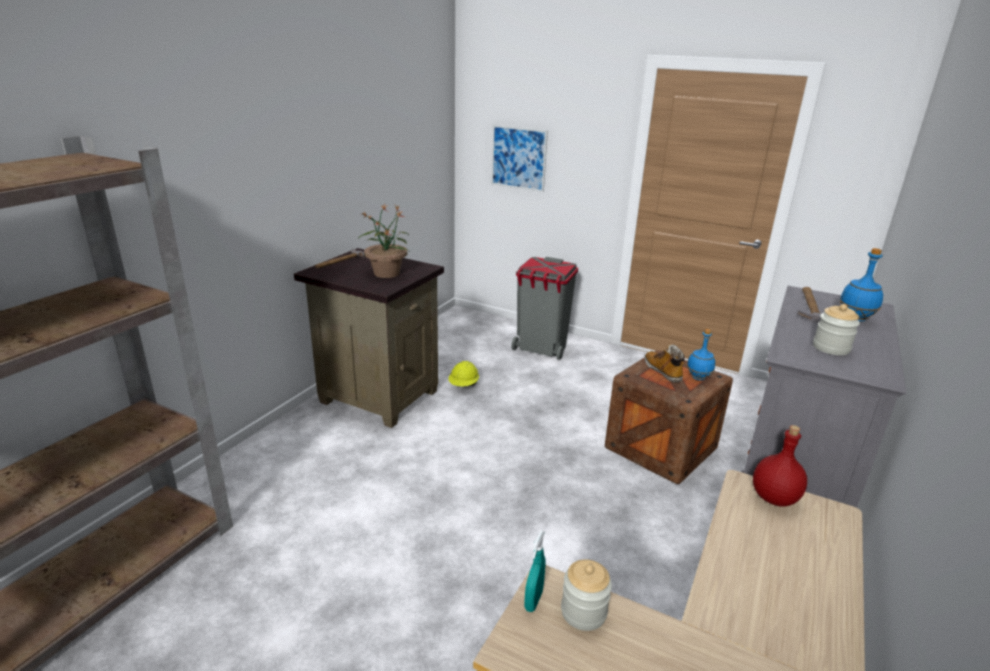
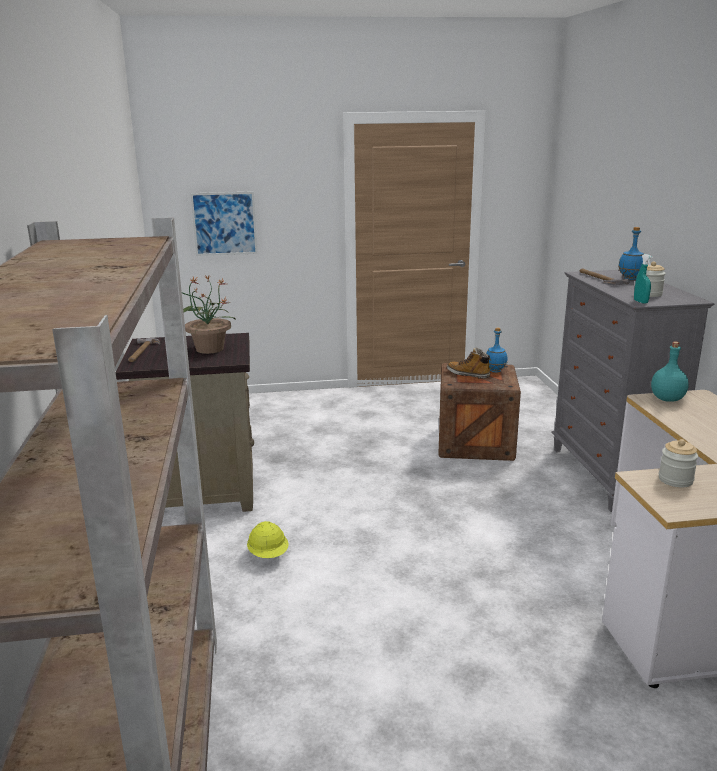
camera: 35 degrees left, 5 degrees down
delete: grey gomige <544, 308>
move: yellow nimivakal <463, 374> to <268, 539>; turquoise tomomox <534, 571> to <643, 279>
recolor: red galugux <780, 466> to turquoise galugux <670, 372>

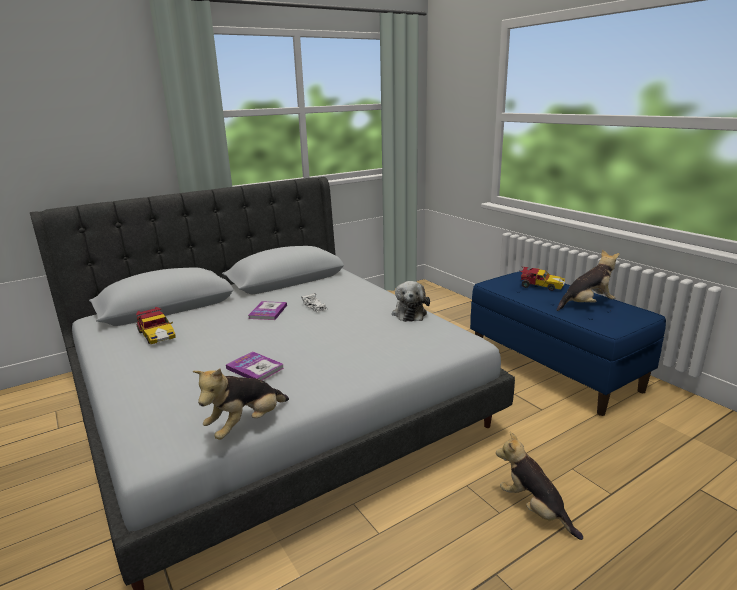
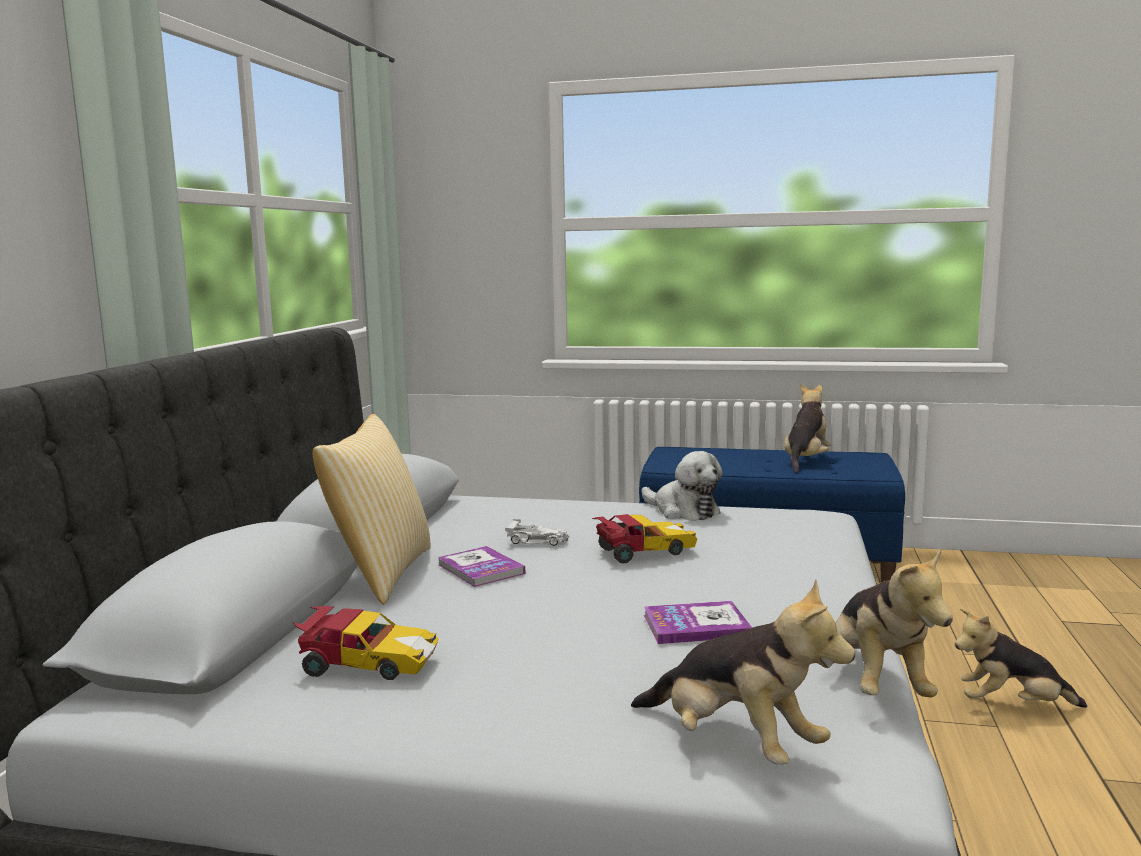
camera: 45 degrees left, 10 degrees down
insert: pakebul <372, 509>; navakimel <743, 672>
move: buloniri <542, 279> to <645, 539>

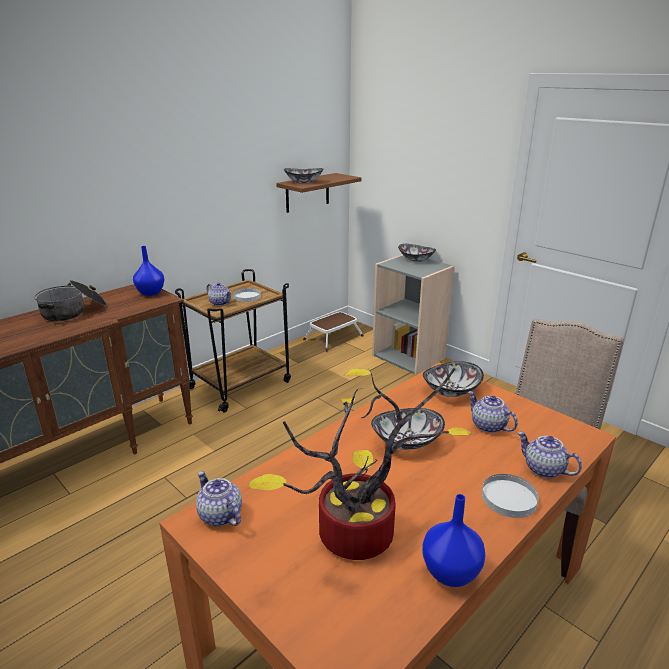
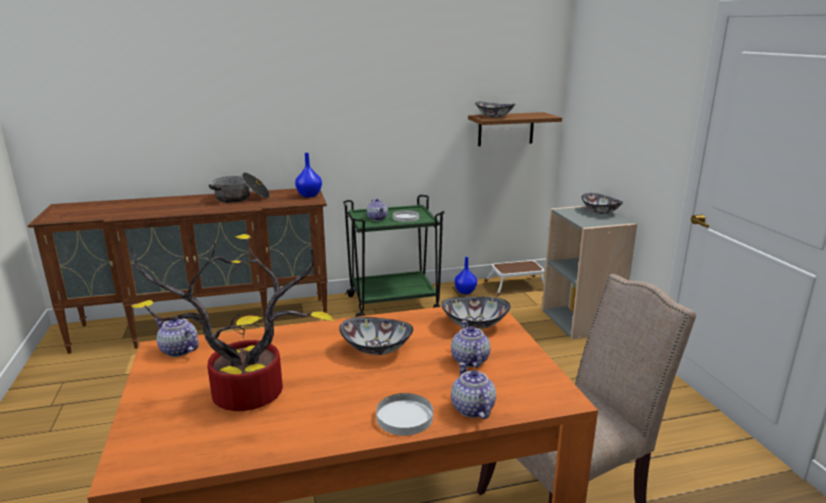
camera: 30 degrees right, 5 degrees down
move: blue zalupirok <454, 540> to <465, 275>
recolor: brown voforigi <233, 340> to green voforigi <393, 256>
rotate: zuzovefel <219, 498> = <177, 337> 45 degrees counterclockwise

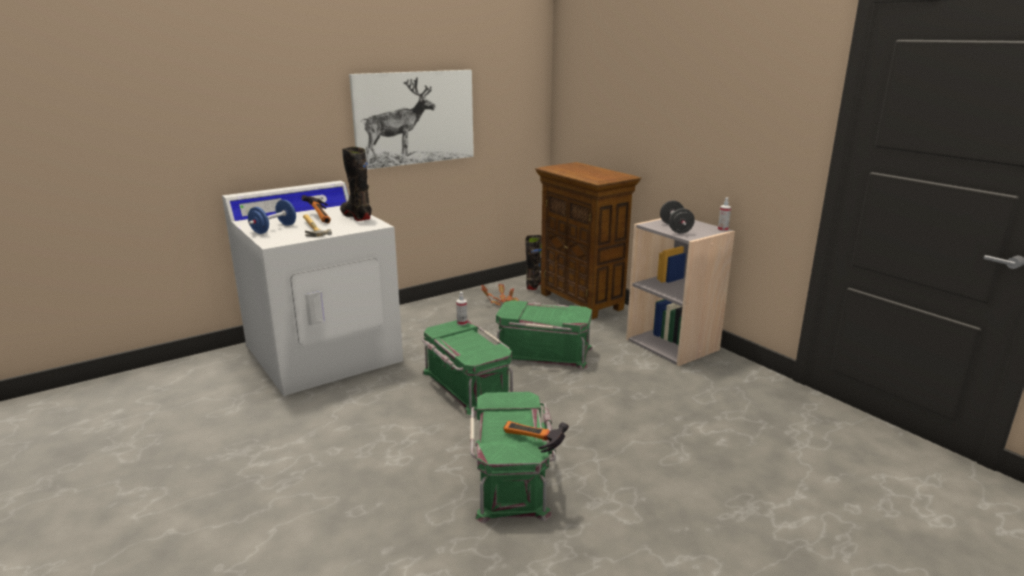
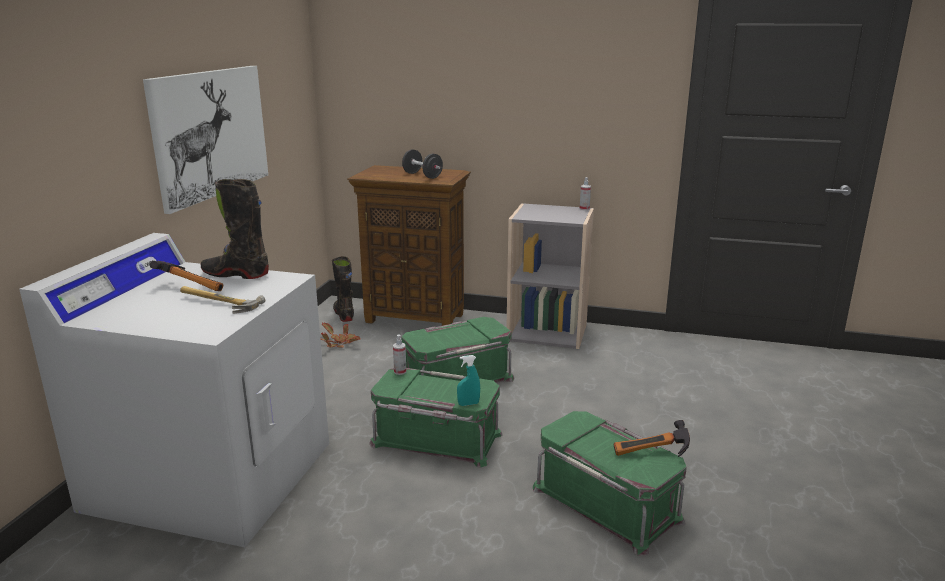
camera: 40 degrees left, 0 degrees up
delete: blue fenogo <272, 217>
insert: turquoise tomomox <468, 380>
move: black fenogo <677, 217> to <422, 164>

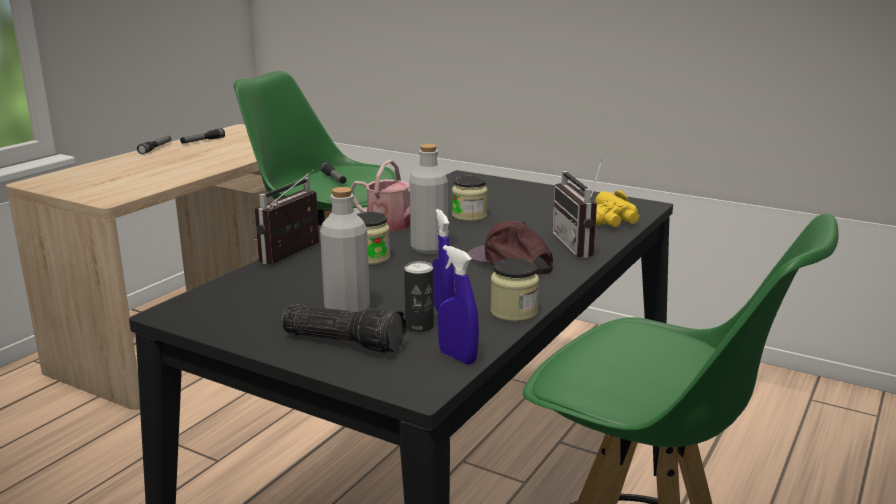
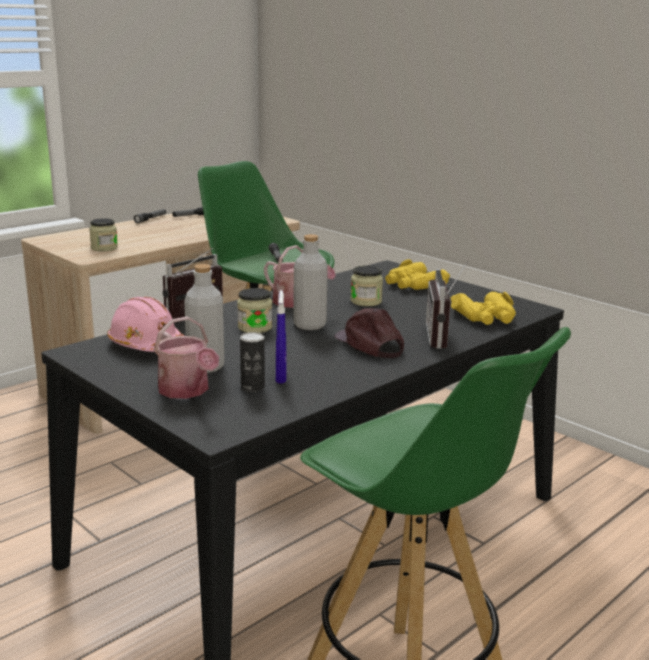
camera: 15 degrees right, 0 degrees up
delete: blue tomomox <458, 305>
insert: pink nimivakal <146, 324>; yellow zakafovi <417, 274>
move: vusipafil <514, 290> to <103, 234>
replace: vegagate <344, 328> to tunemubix <186, 357>

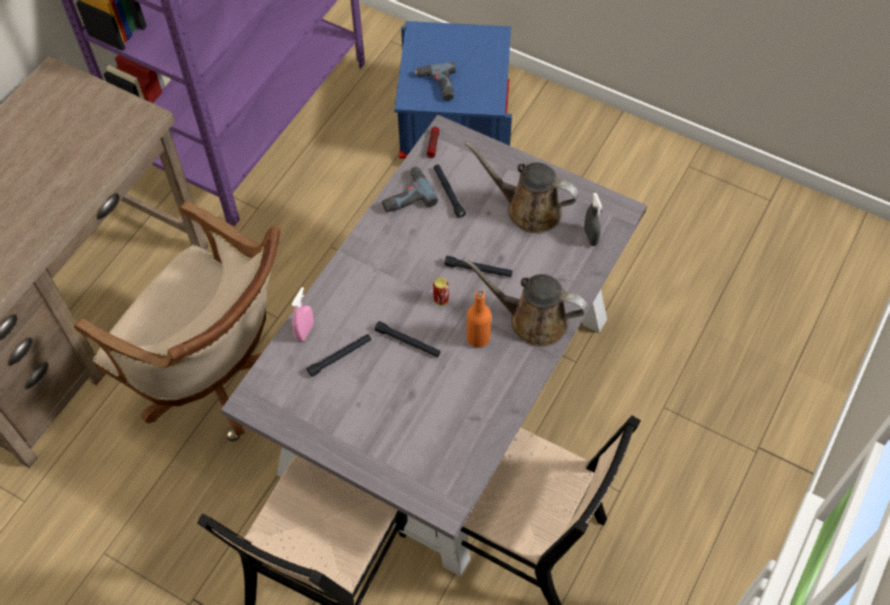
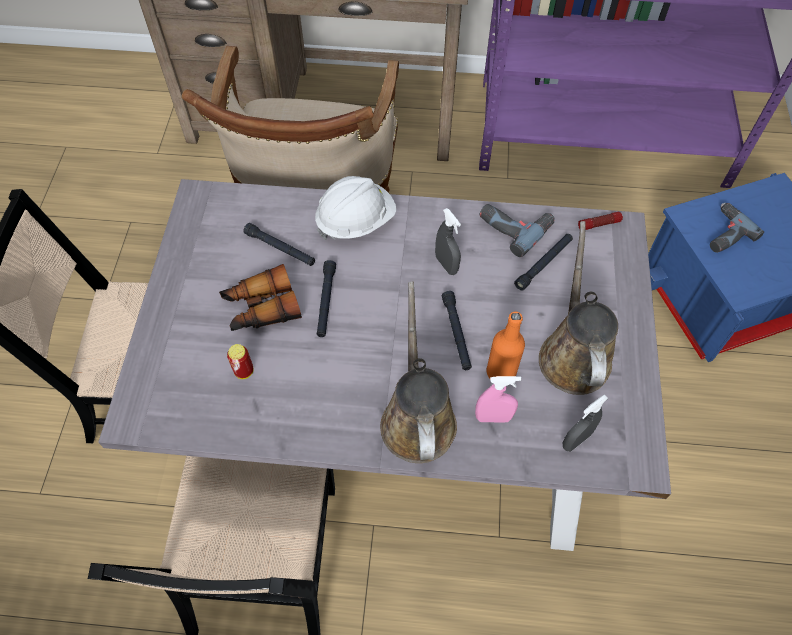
camera: 65 degrees right, 0 degrees up
insert: zakafovi <260, 297>; white nimivakal <356, 208>; grey tomomox <448, 241>
move: pink tomomox <302, 314> to <498, 399>; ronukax <441, 291> to <240, 361>; orange galugux <479, 319> to <505, 345>

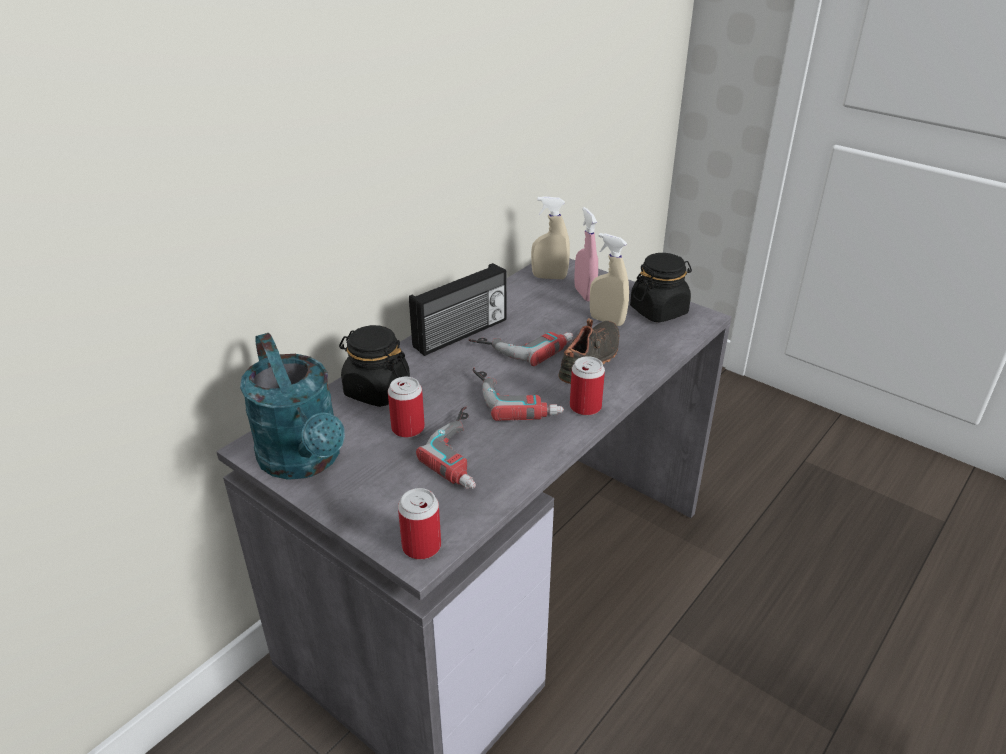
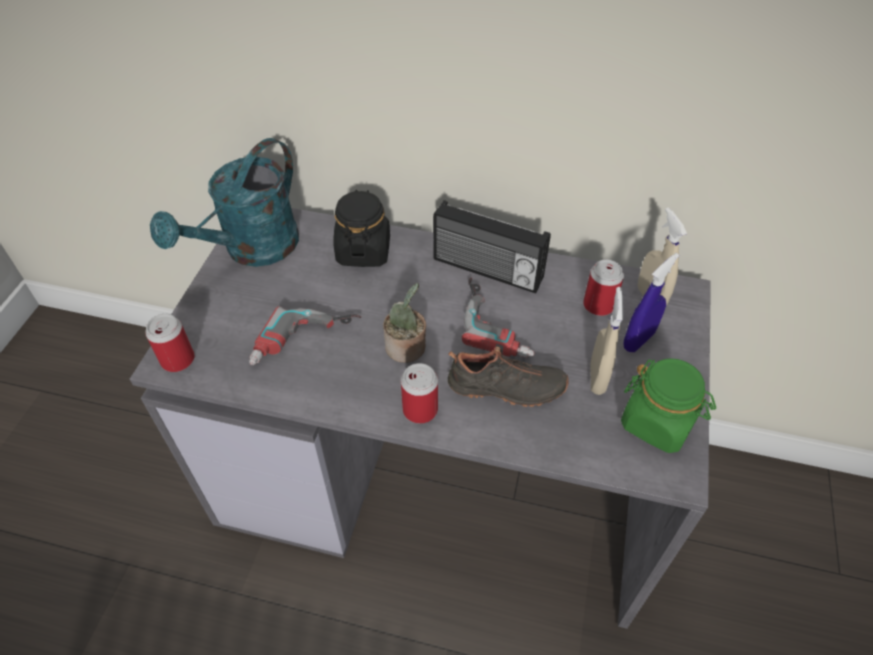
camera: 65 degrees right, 15 degrees up
move: ronukax <406, 407> to <603, 287>
replace: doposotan <518, 394> to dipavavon <404, 323>
recolor: pink tomomox <586, 254> to blue tomomox <651, 302>; black vusipafil <661, 288> to green vusipafil <668, 405>

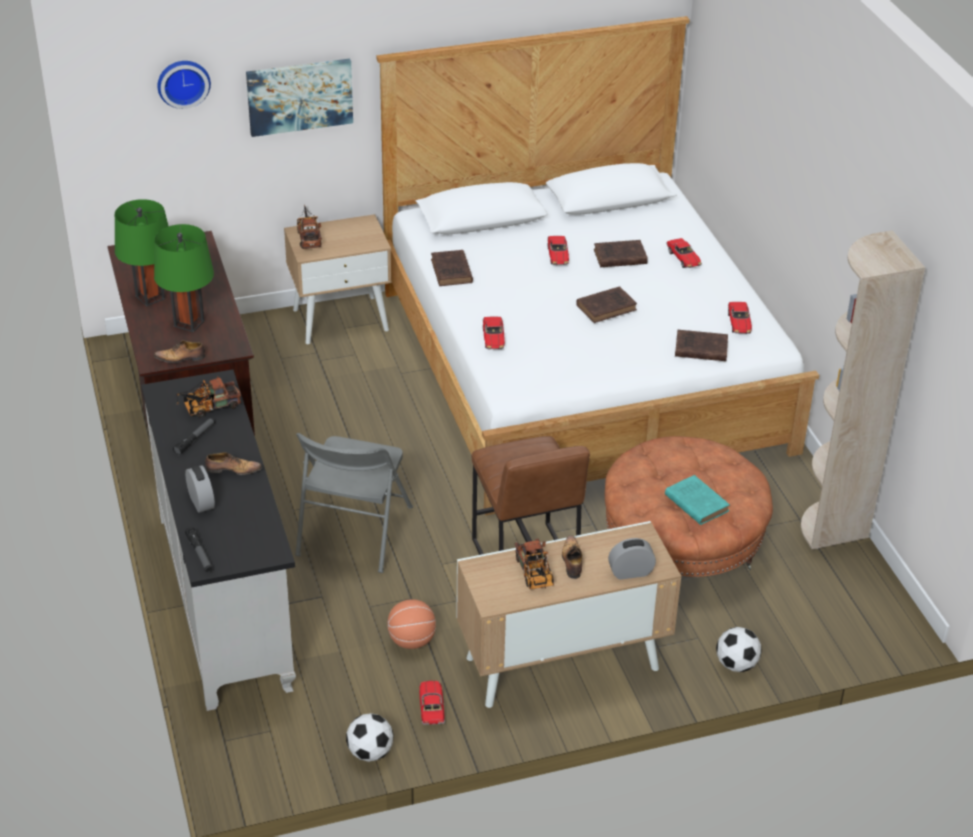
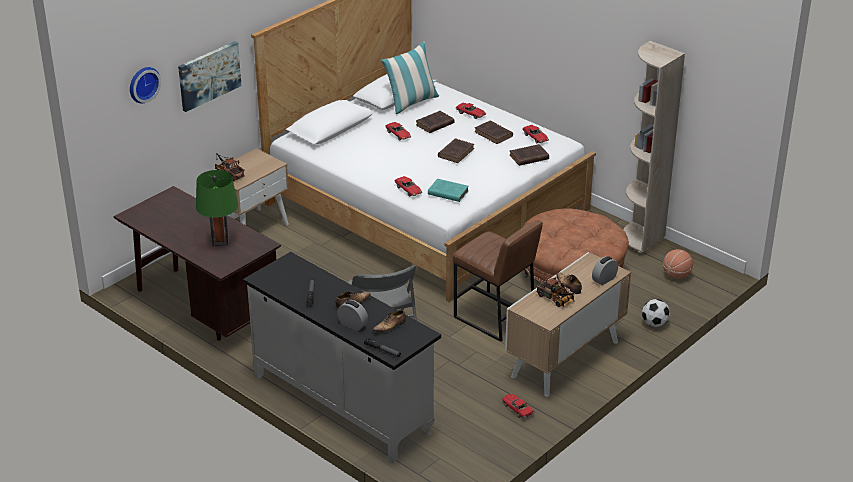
camera: 30 degrees left, 5 degrees down
delete: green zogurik <141, 253>; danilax <208, 396>; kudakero <369, 737>
insert: pakebul <410, 78>
move: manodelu <179, 351> to <389, 321>; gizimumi <412, 624> to <678, 264>; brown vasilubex <452, 268> to <494, 132>; turquoise vasilubex <697, 500> to <448, 190>

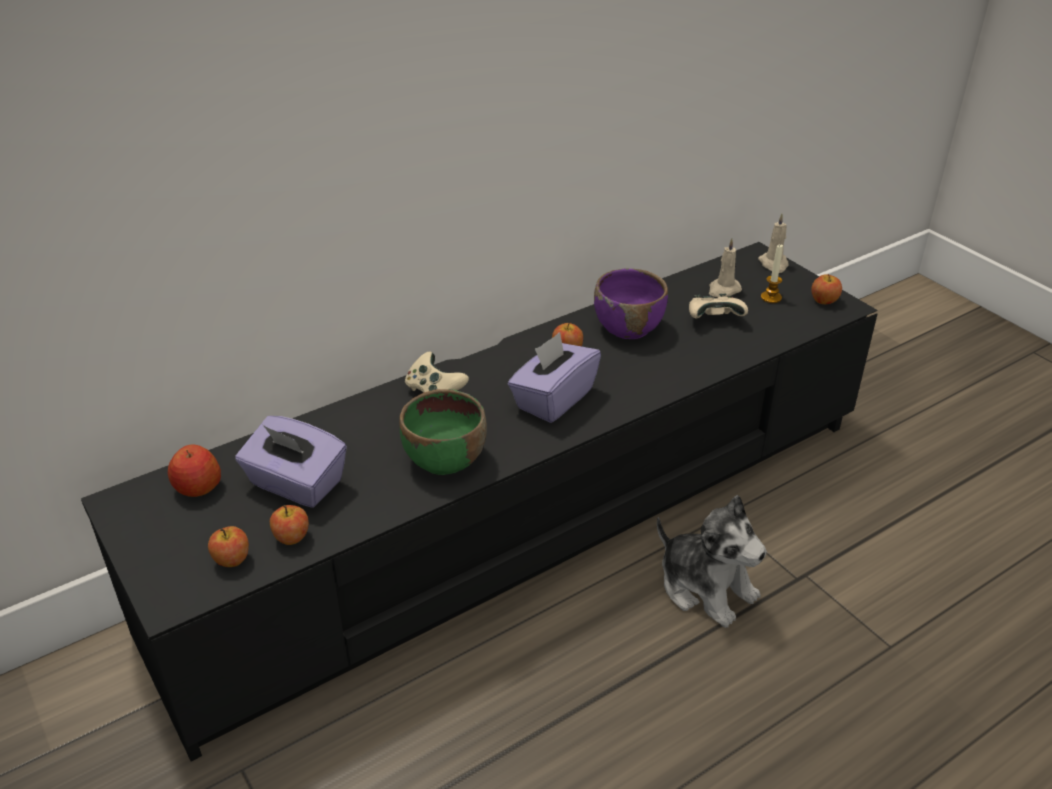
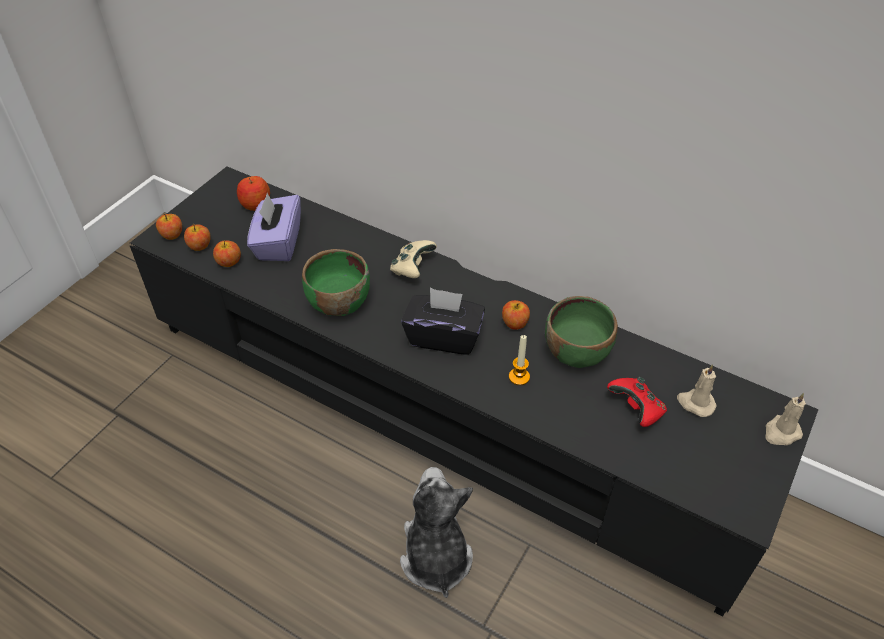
camera: 65 degrees right, 10 degrees up
move: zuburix <772, 273> to <519, 360>; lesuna <826, 289> to <169, 226>
recolor: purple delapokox <554, 377> to black delapokox <443, 321>; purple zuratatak <631, 304> to green zuratatak <581, 332>; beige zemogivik <718, 306> to red zemogivik <637, 402>
rotate: navakimel <712, 561> = <436, 532> 150 degrees clockwise

